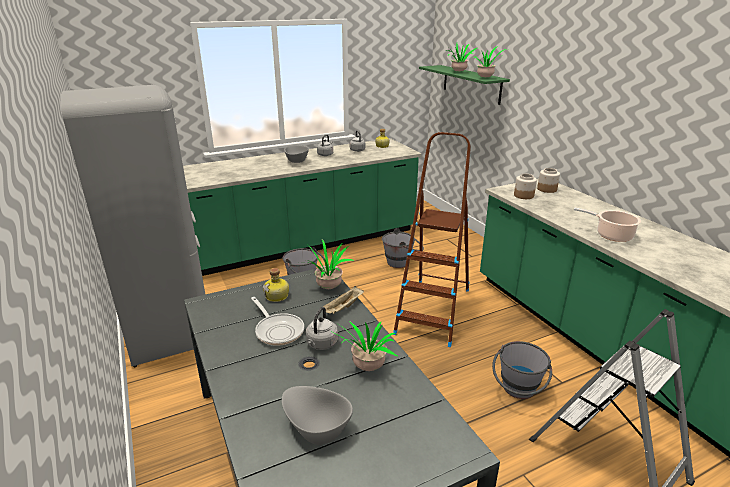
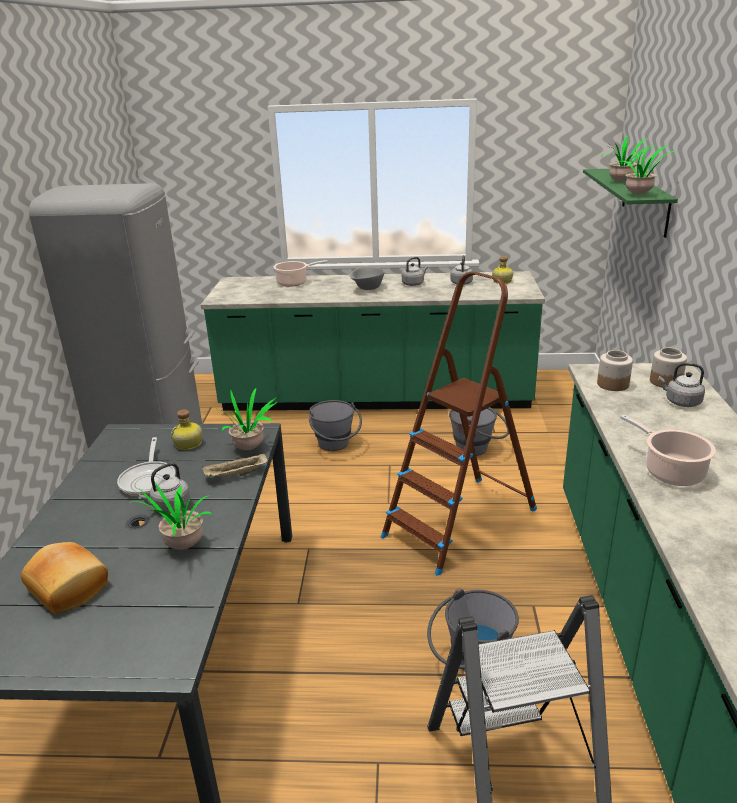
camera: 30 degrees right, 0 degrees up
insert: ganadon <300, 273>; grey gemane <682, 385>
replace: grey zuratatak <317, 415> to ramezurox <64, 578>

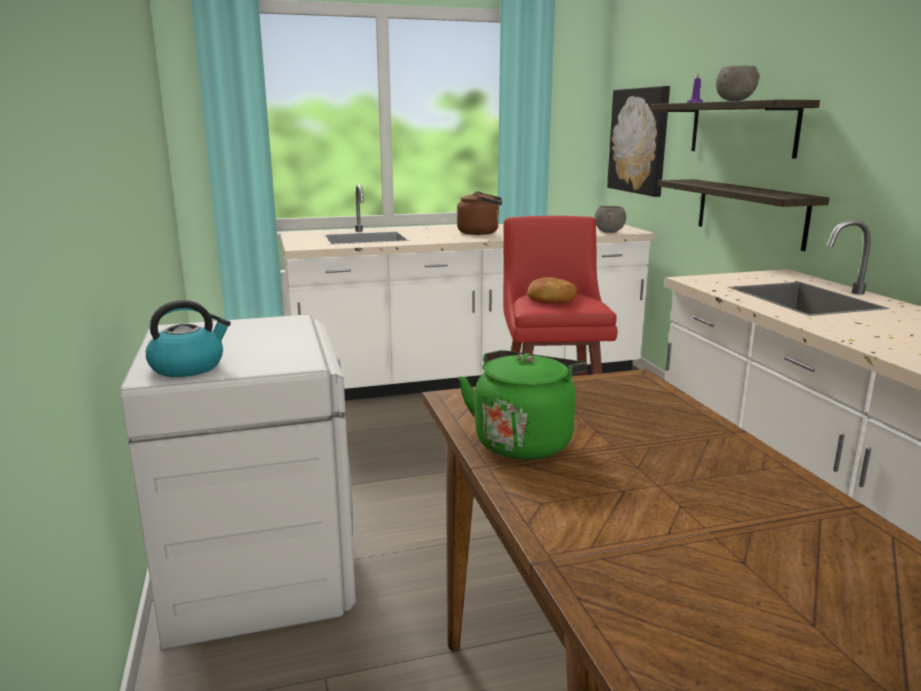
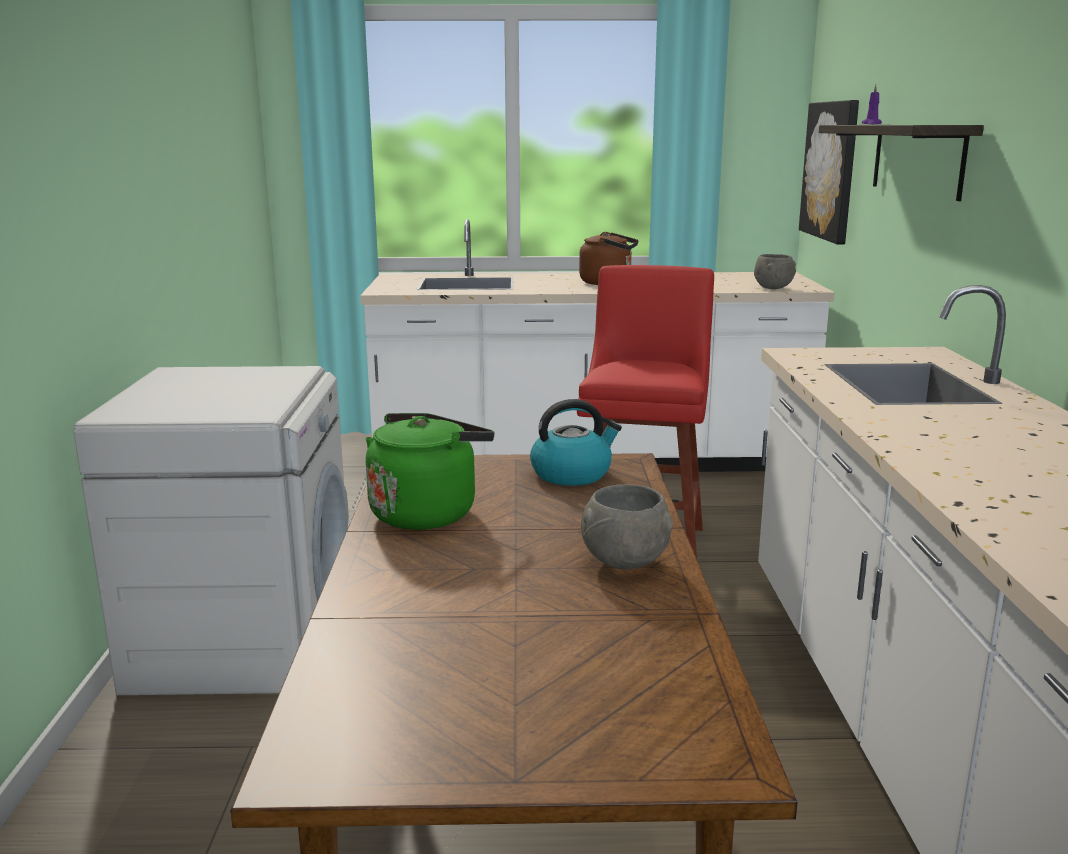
camera: 15 degrees right, 0 degrees up
delete: ramezurox <552, 290>; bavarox <743, 215>
move: gemane <188, 338> to <576, 442>; grey zuratatak <738, 83> to <627, 526>

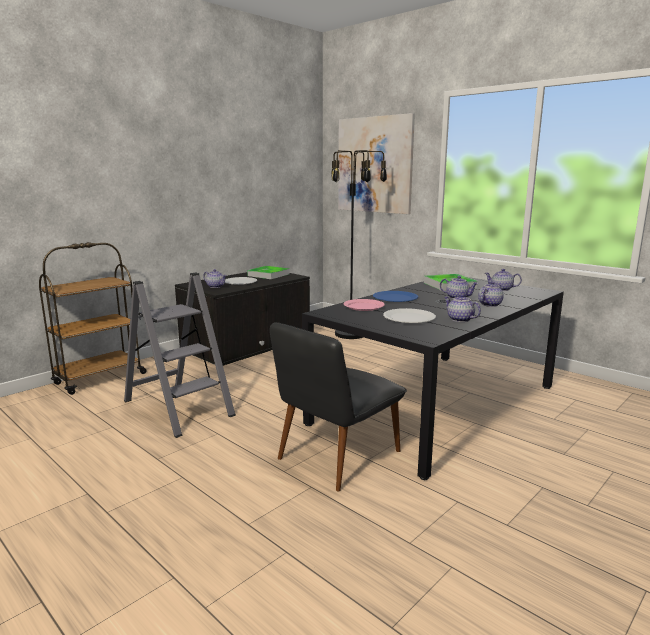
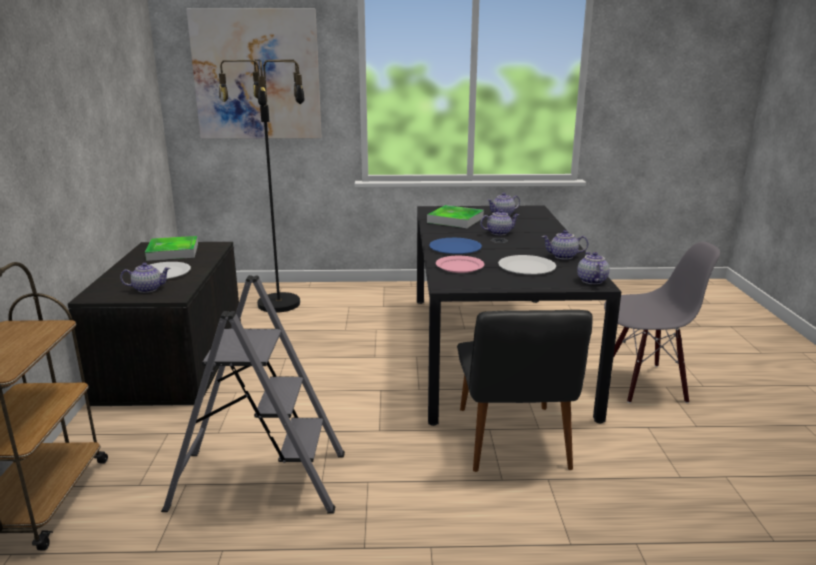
camera: 45 degrees left, 5 degrees up
insert: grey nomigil <662, 322>
move: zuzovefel <490, 294> to <593, 268>

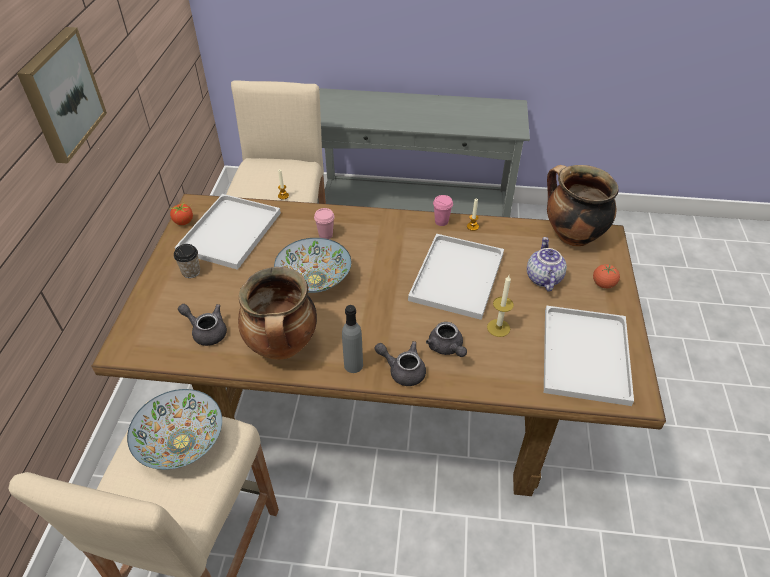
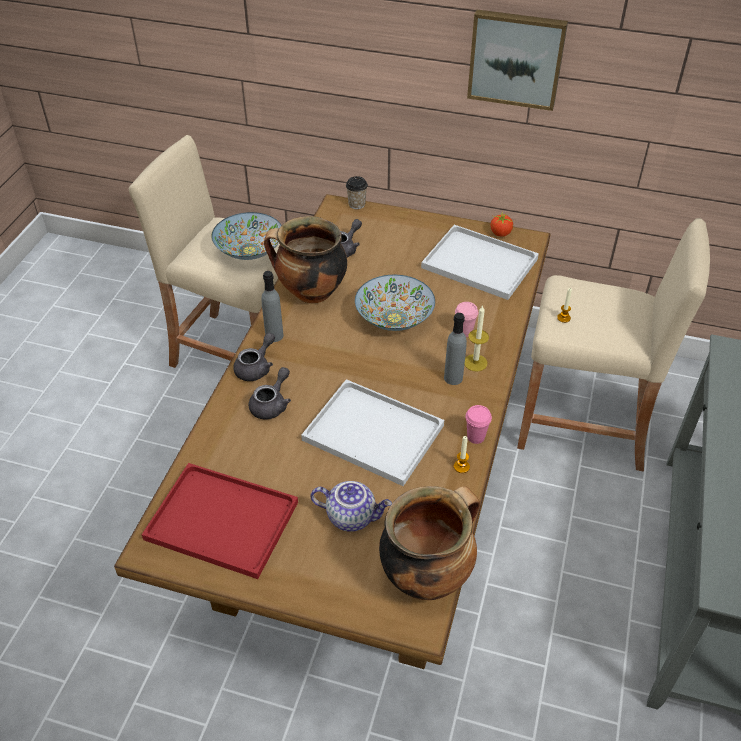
camera: 100 degrees right, 0 degrees up
delete: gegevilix <606, 276>
insert: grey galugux <455, 349>
move: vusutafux <187, 261> to <357, 192>; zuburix <500, 306> to <476, 338>
recolor: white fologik <589, 356> to red fologik <220, 521>
rotate: grey zuzovefel <446, 339> = <270, 393> 135 degrees clockwise

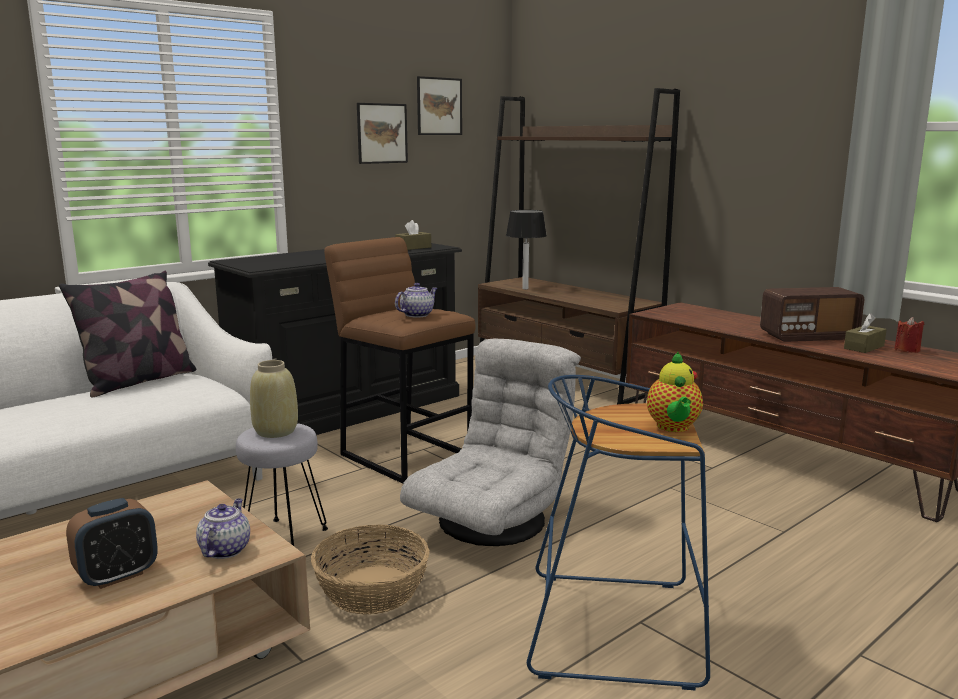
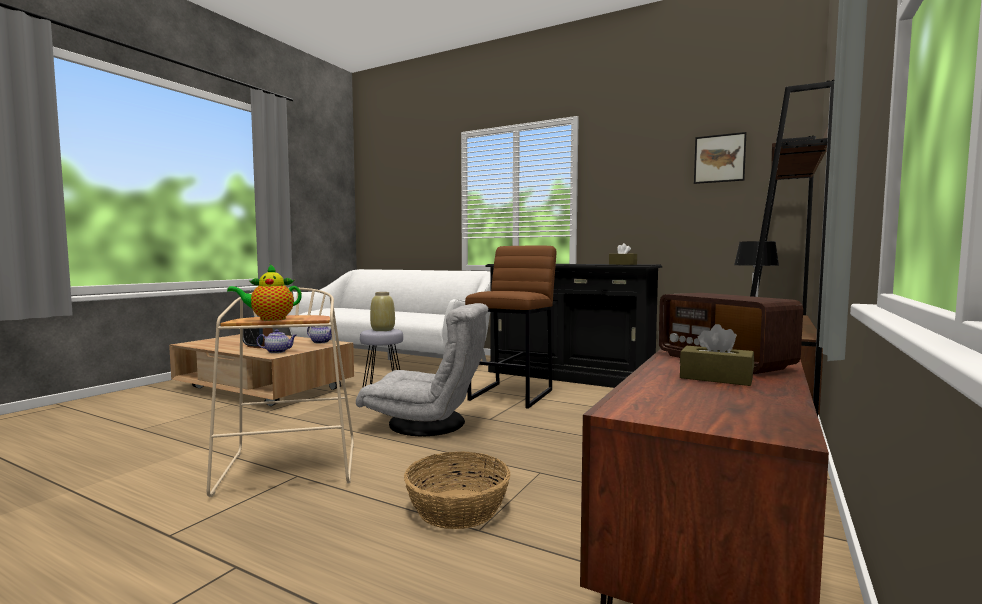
camera: 70 degrees right, 10 degrees down
delete: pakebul <127, 334>; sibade <382, 133>; red zuburix <909, 335>
move: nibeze <370, 569> to <457, 490>; zuzovefel <416, 300> to <319, 335>
recolor: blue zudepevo <618, 532> to beige zudepevo <280, 392>

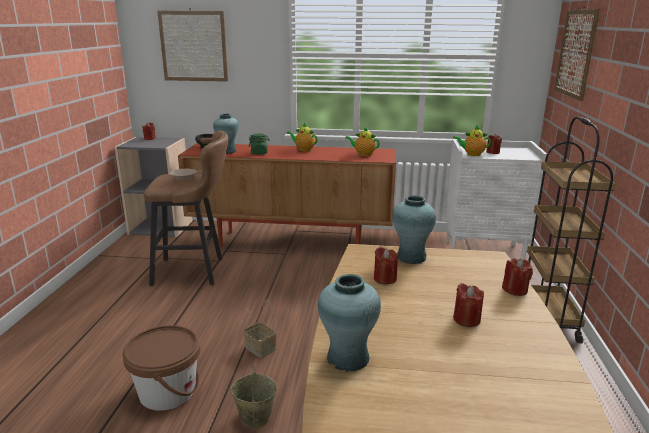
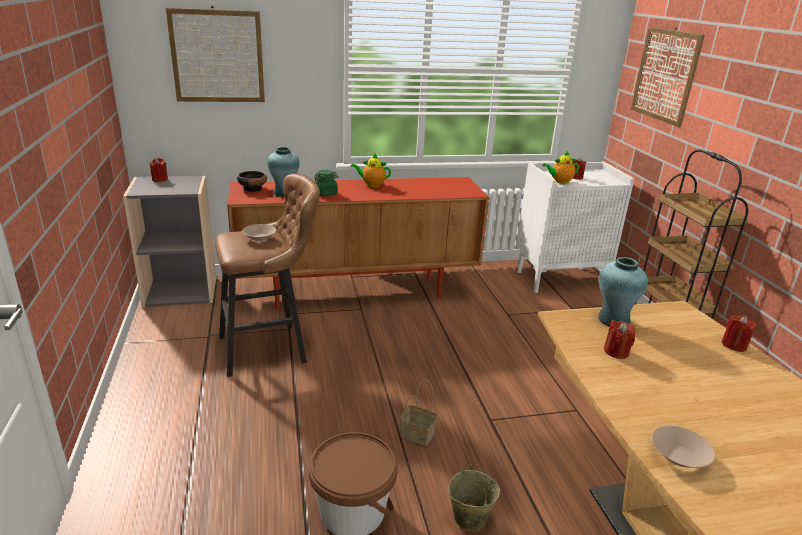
camera: 20 degrees left, 5 degrees up
delete: zuzovefel <362, 141>; red zuburix <468, 305>
replace: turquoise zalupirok <349, 323> to beige zuratatak <683, 447>

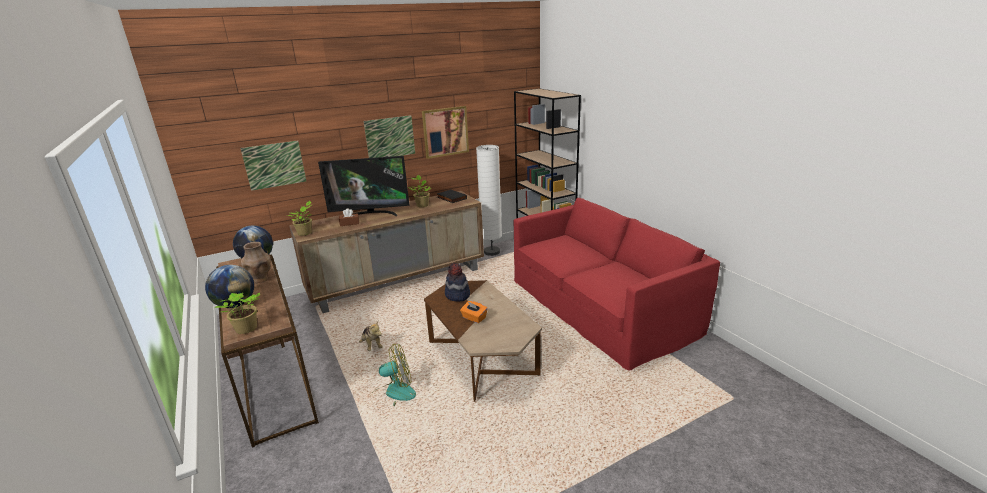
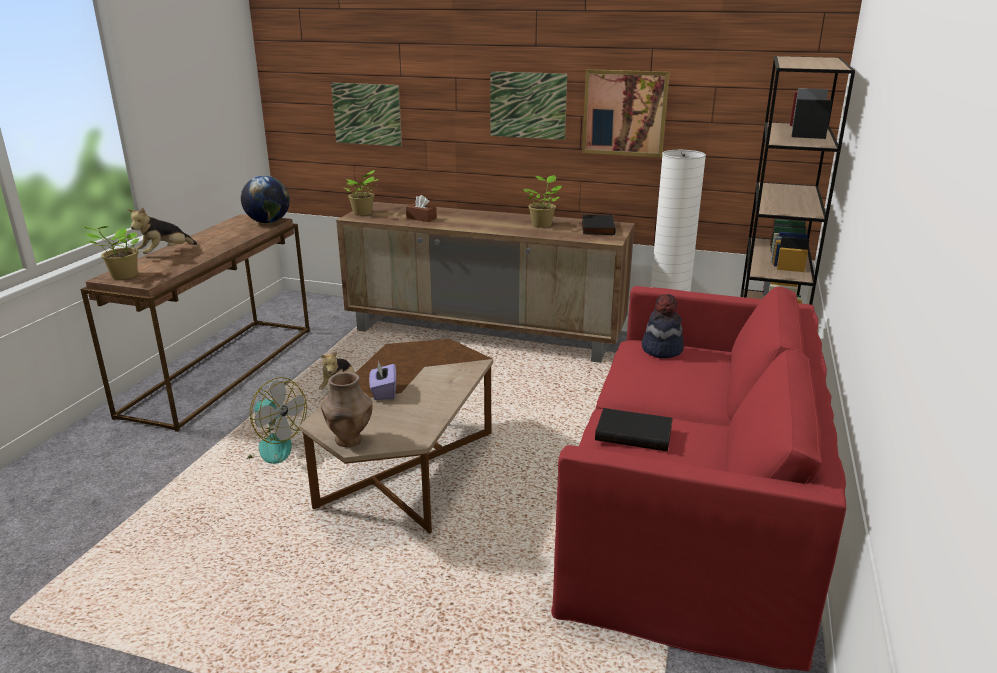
camera: 45 degrees right, 0 degrees up
delete: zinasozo <363, 186>
insert: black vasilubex <634, 429>
move: brown zalupirok <256, 262> to <347, 409>; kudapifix <457, 282> to <663, 326>
replace: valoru <229, 286> to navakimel <162, 231>
recolor: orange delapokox <474, 312> to purple delapokox <382, 380>

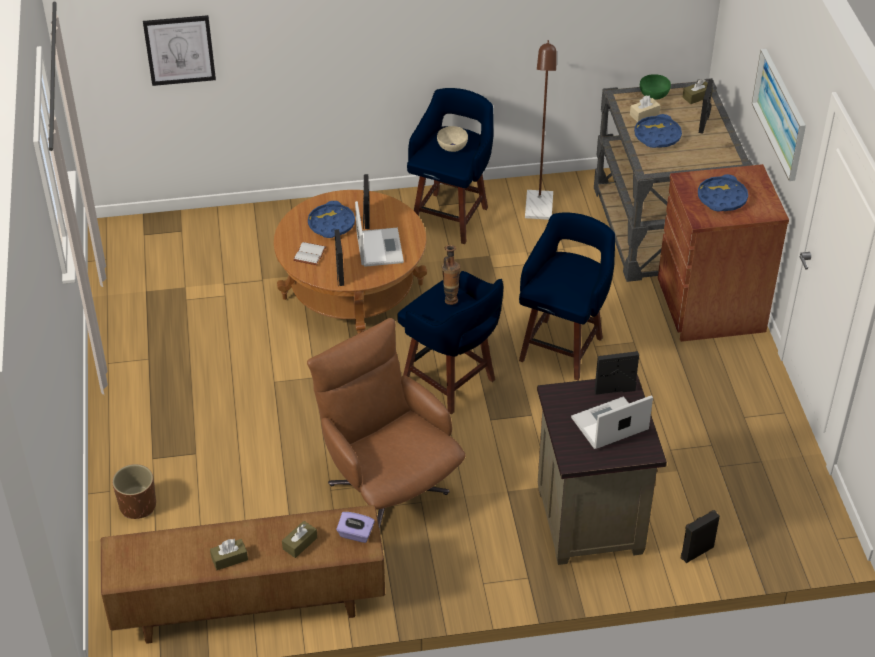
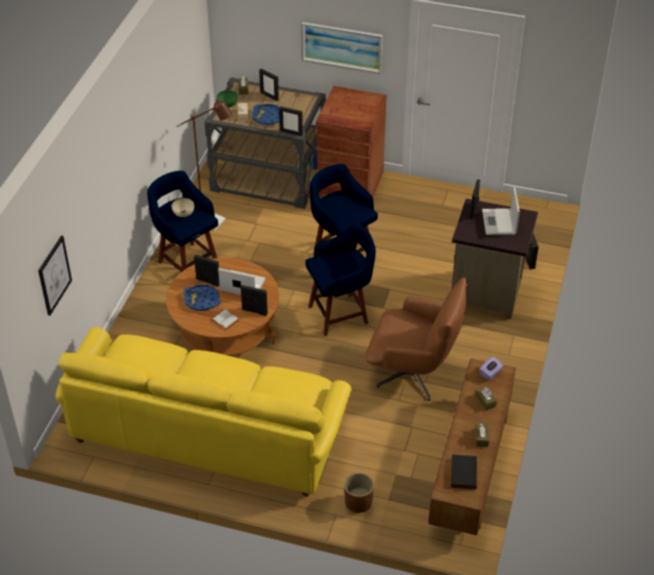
camera: 65 degrees left, 0 degrees up
delete: zalupirok <451, 275>; blue fologik <723, 193>
insert: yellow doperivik <203, 412>; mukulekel <291, 121>; black vasilubex <464, 472>
rotate: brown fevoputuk <386, 423> = <416, 339> 150 degrees counterclockwise

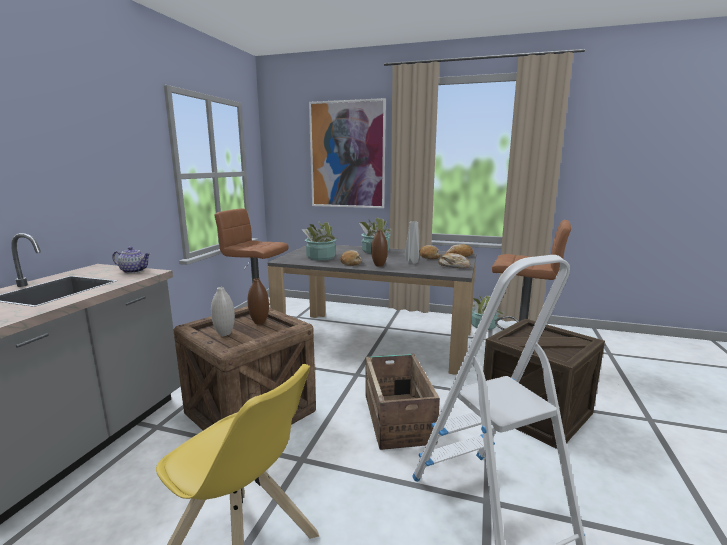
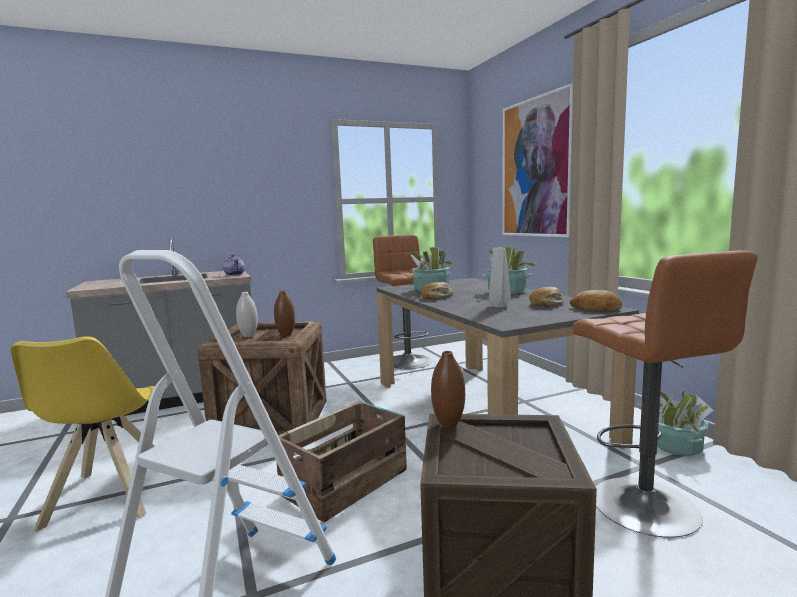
camera: 50 degrees right, 5 degrees down
delete: ramezurox <454, 260>
move: brown zalupirok <379, 248> to <448, 389>

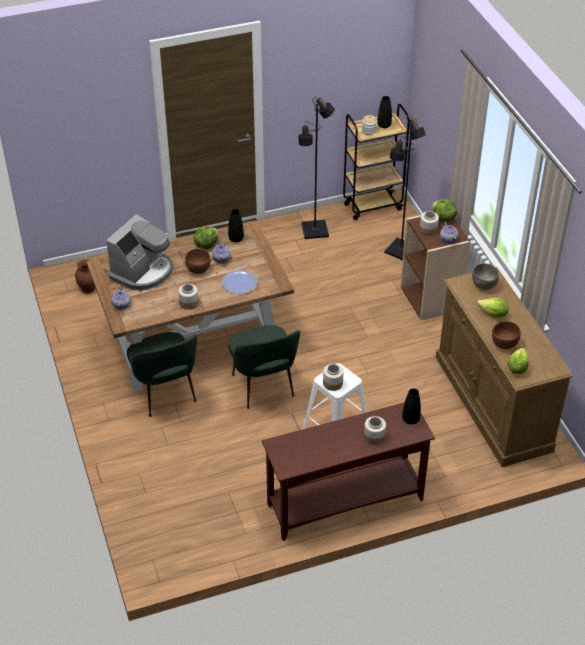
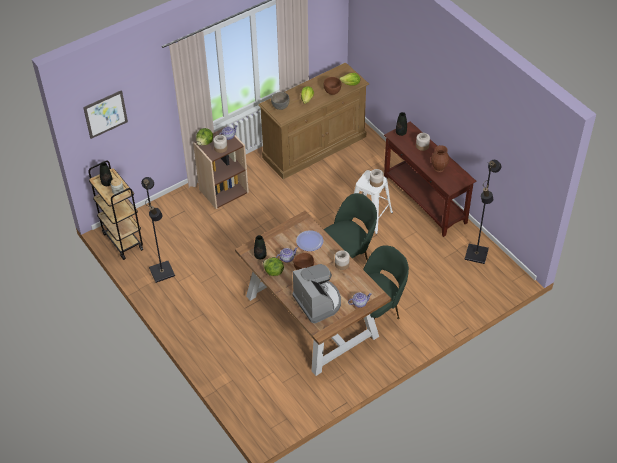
camera: 105 degrees left, 5 degrees up
insert: sibade <105, 114>
move: brown zalupirok <85, 276> to <440, 158>; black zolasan <405, 187> to <483, 212>
rotate: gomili <139, 252> = <316, 293> 45 degrees clockwise

